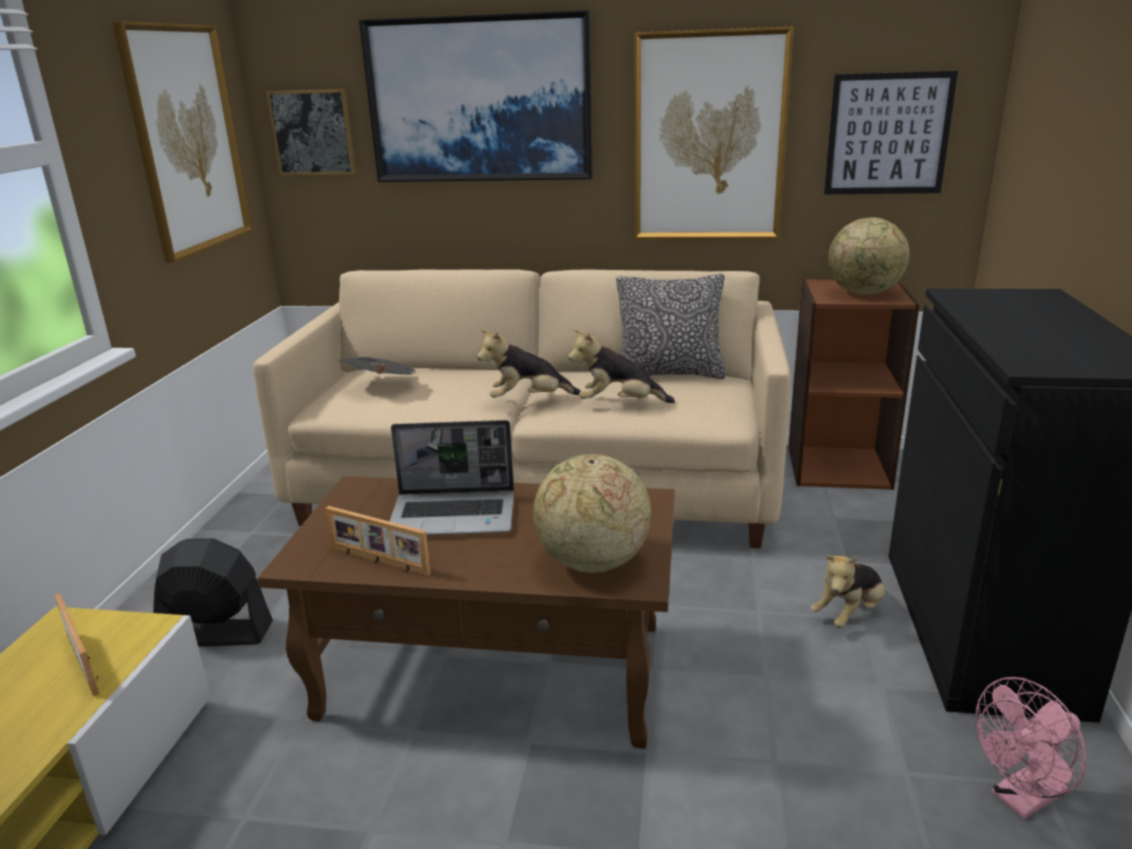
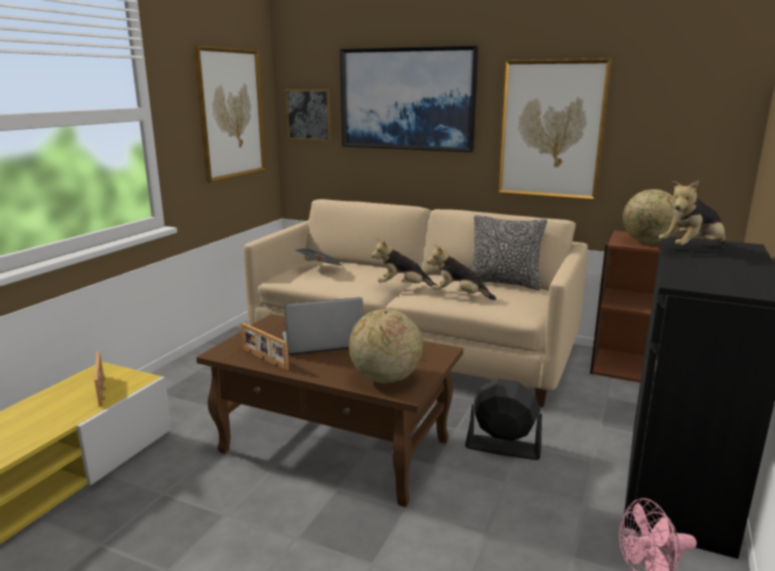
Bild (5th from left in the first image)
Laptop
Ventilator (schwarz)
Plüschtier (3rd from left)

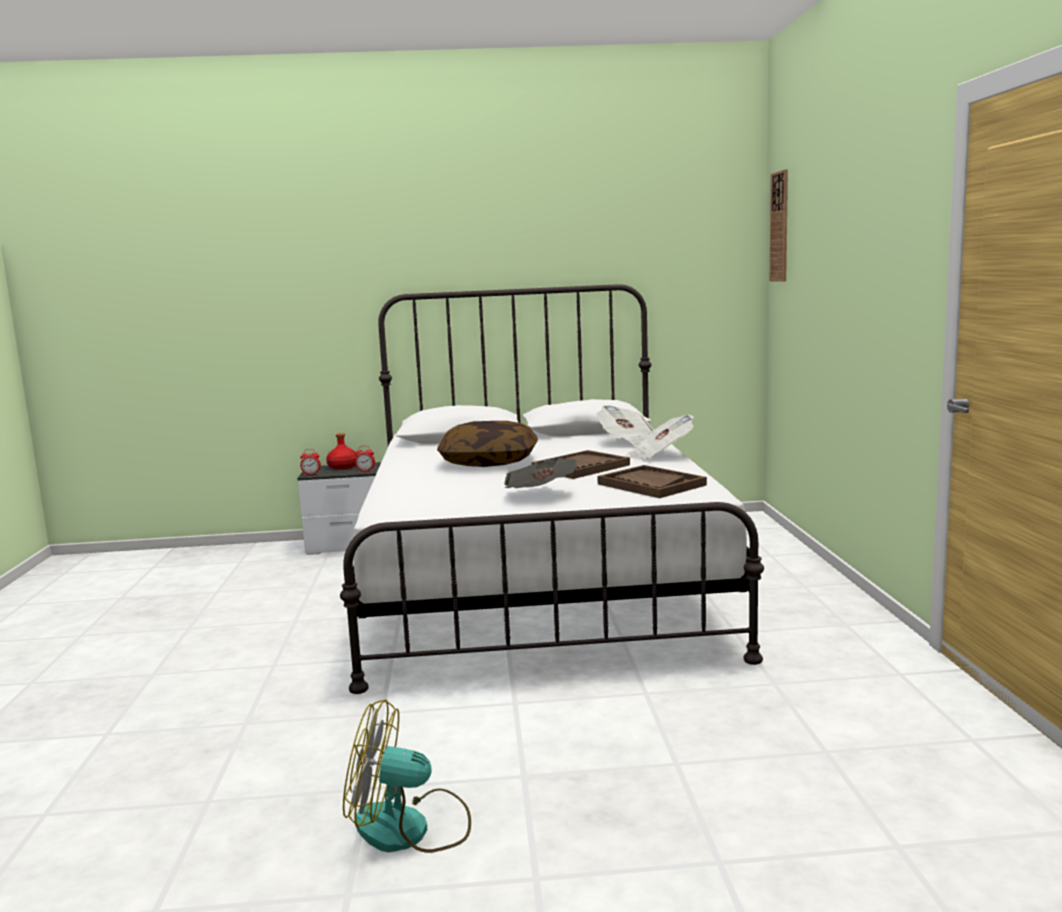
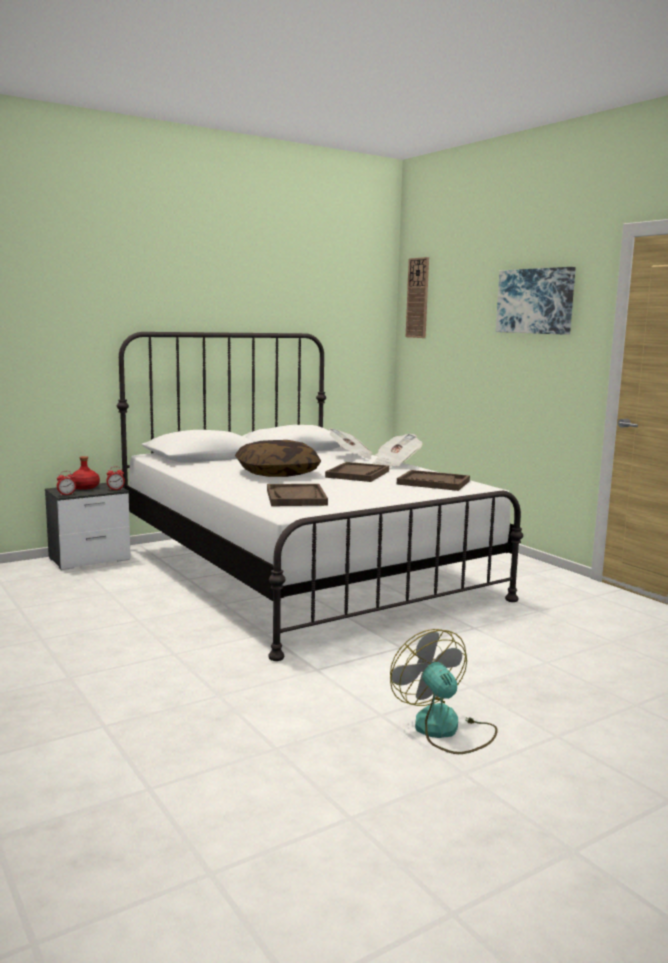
Zeitung (1st from left in the first image)
Ventilator
Bild
Tablett (braun) (1st from left)

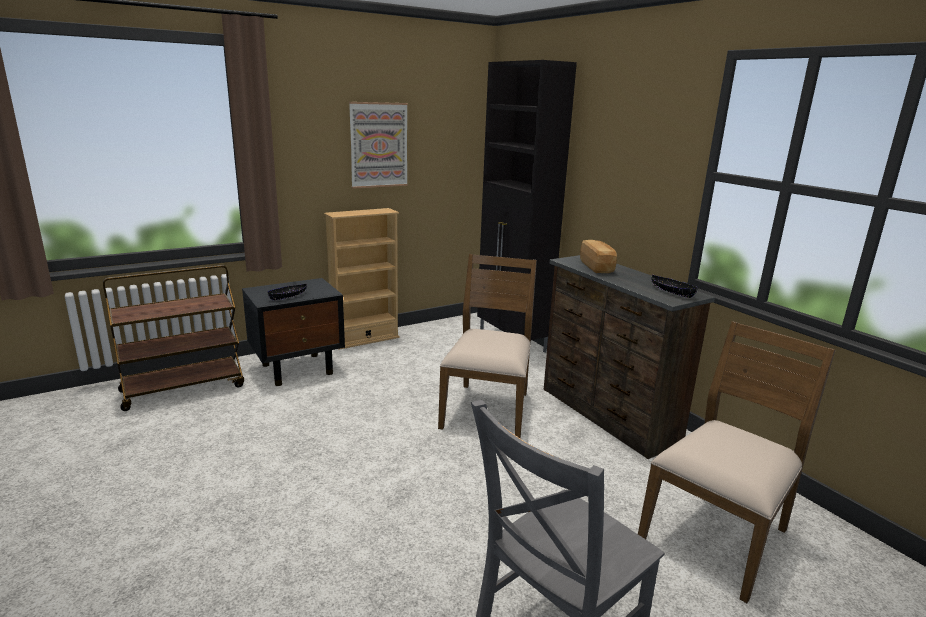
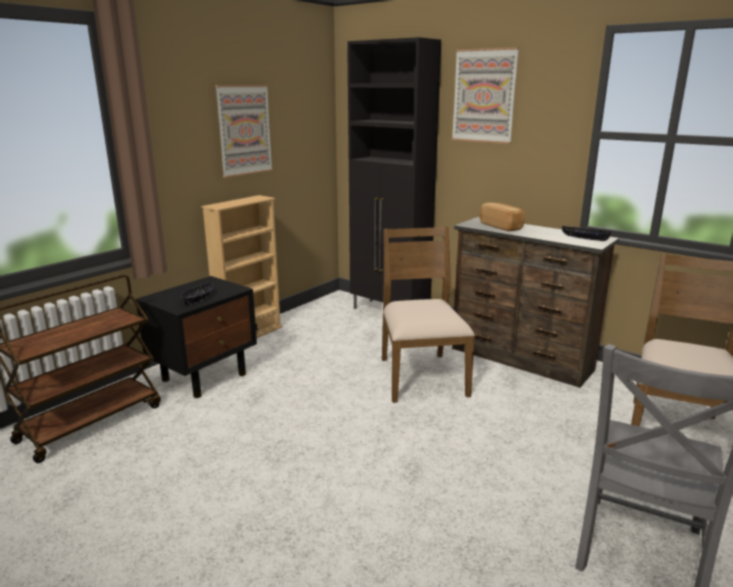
Bild (2nd from left)

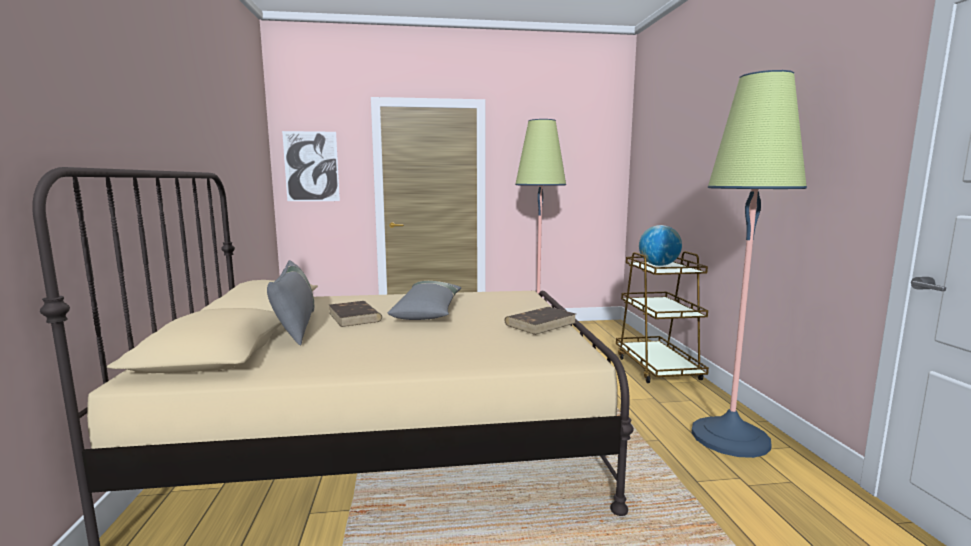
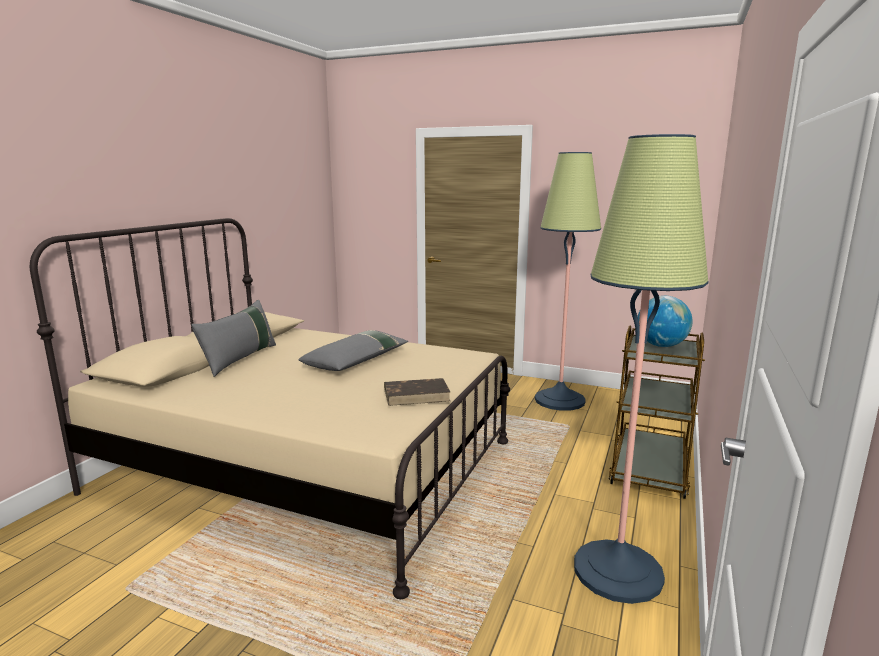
Bild
Buch (braun) (1st from left in the first image)

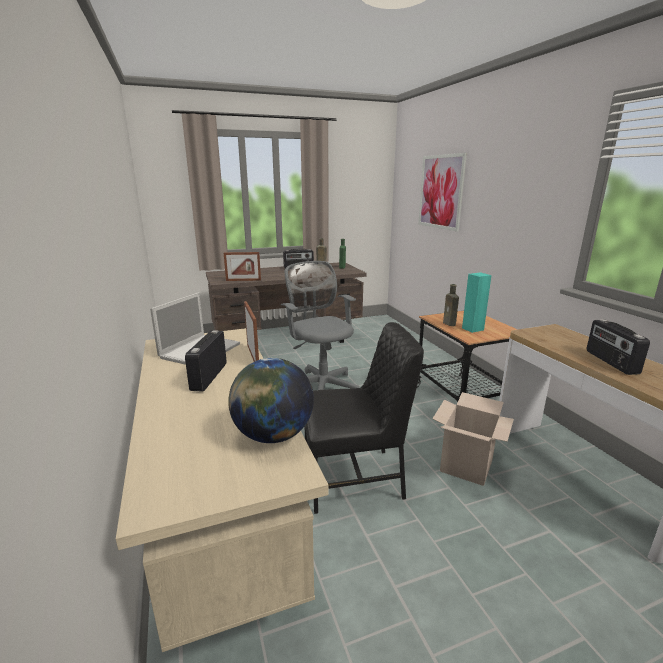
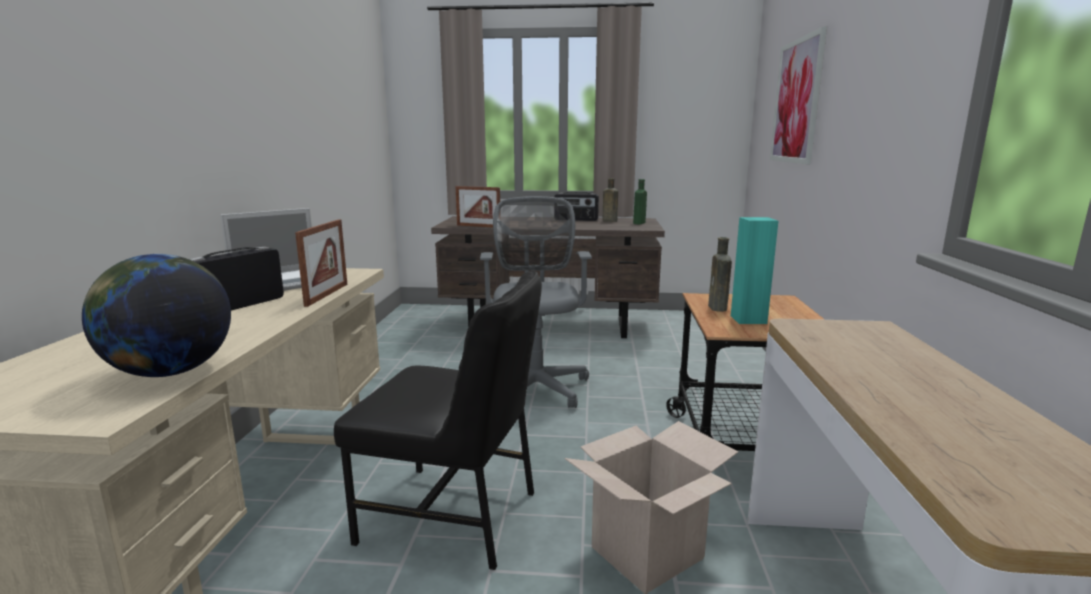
Radio (3rd from left in the first image)

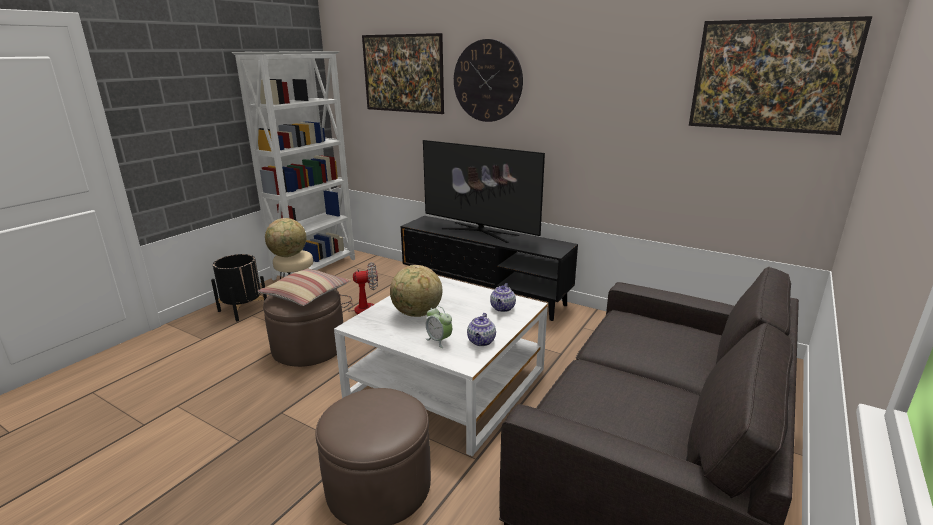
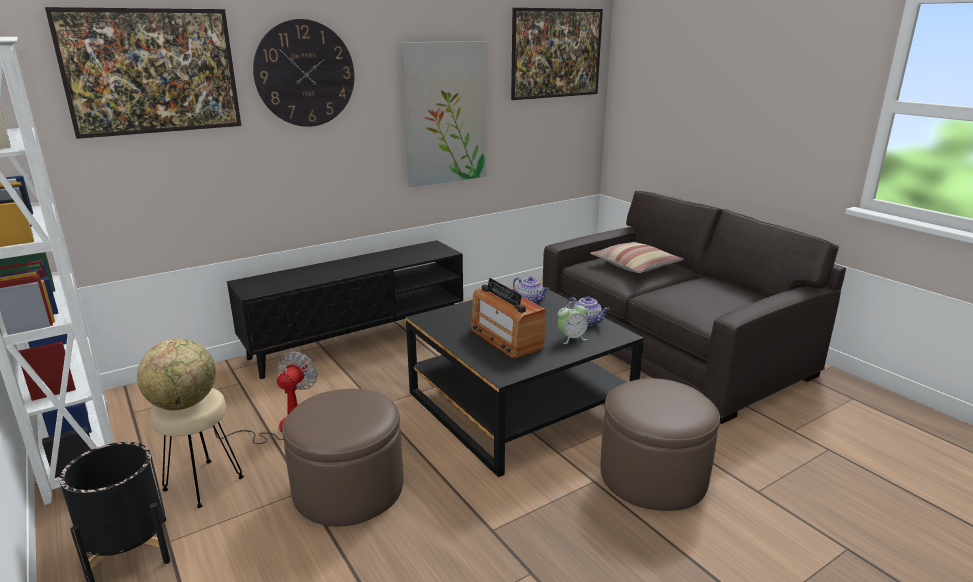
Fernseher
Radio
Kissen
Couchtisch (schwarz)
Bild (2nd from left)

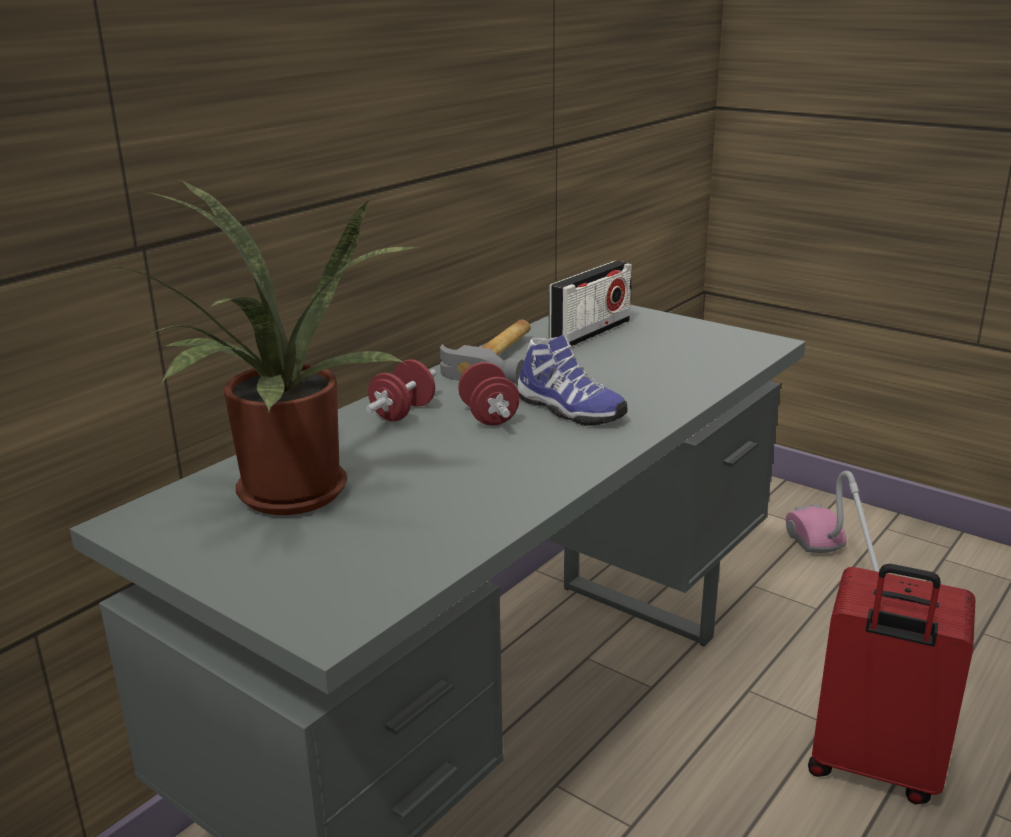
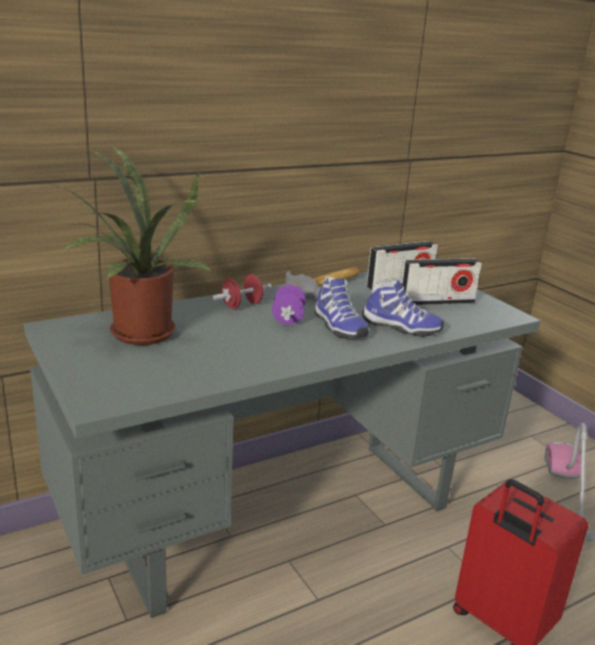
Hantel (lila)
Radio (2nd from left)
Schuh (2nd from left)

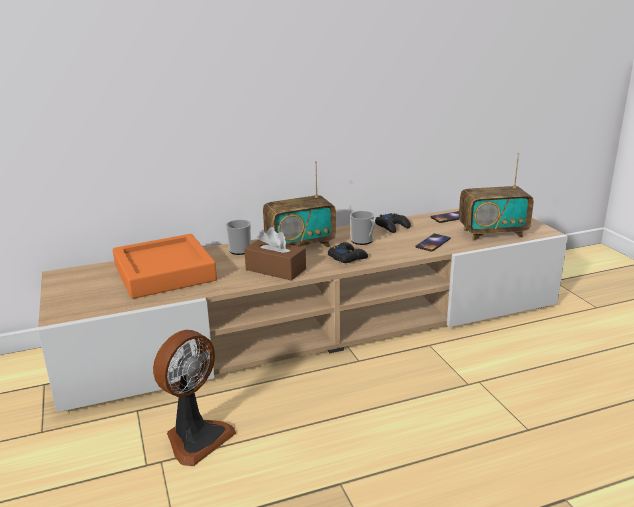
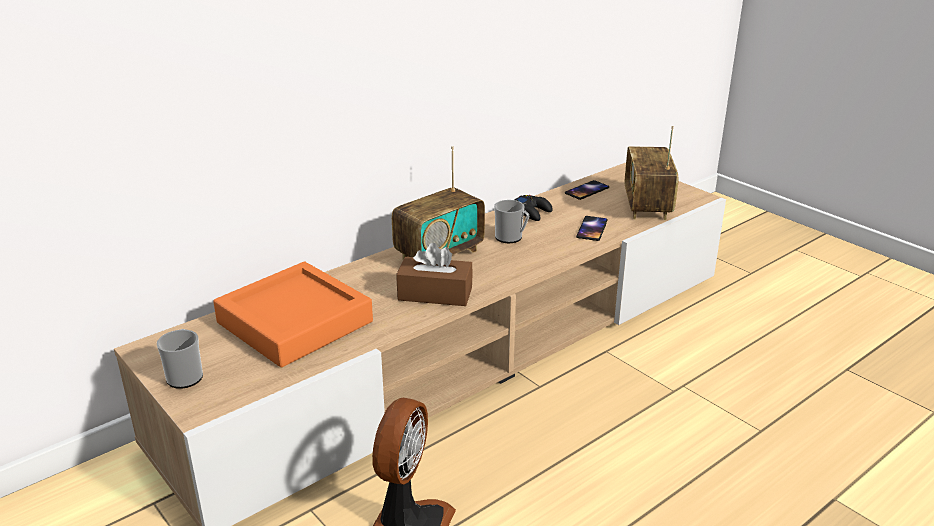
Radio (2nd from left)
Henkelbecher (1st from left)
Gamepad (schwarz) (1st from left in the first image)

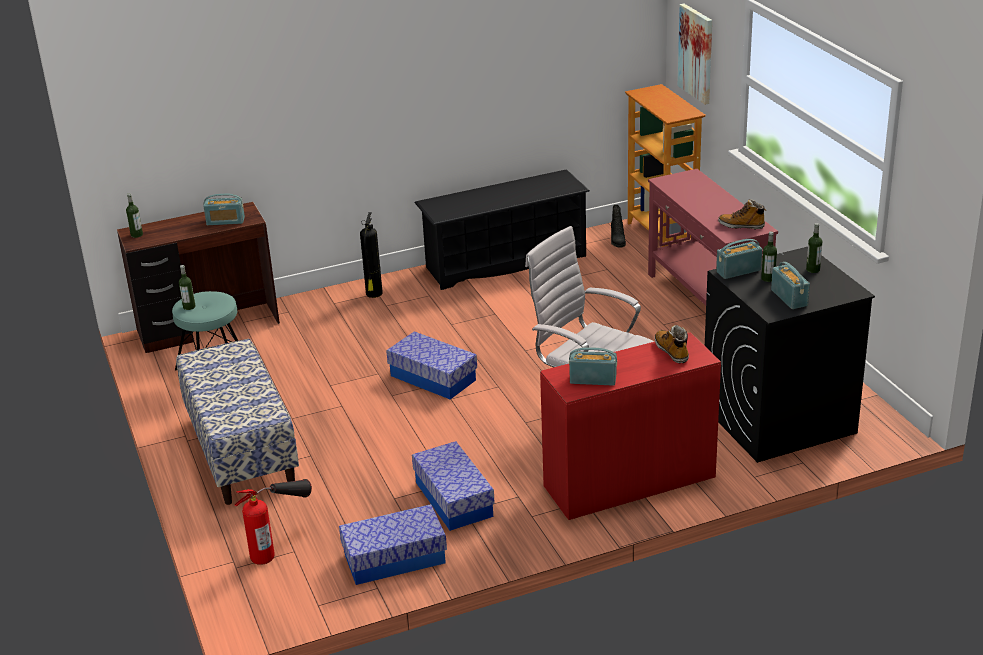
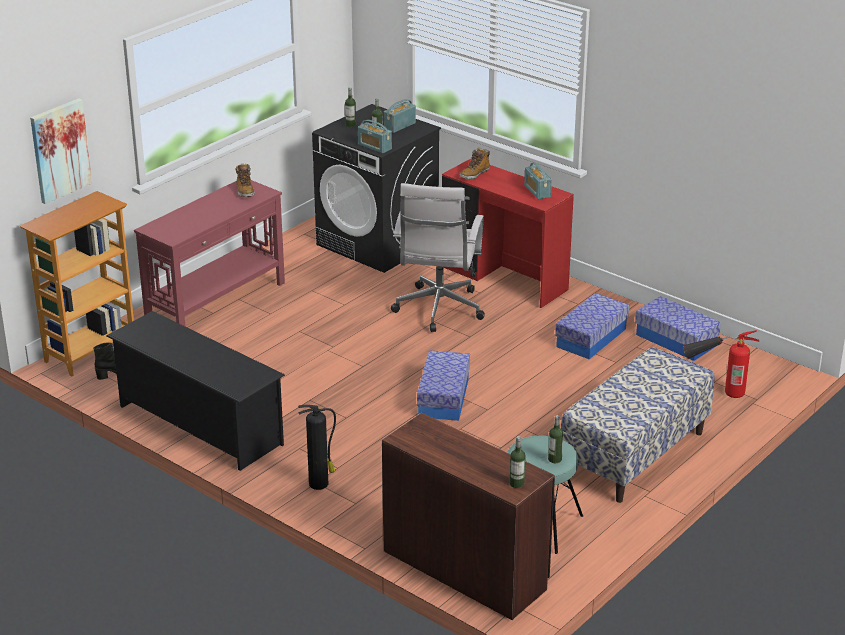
Radio (1st from left in the first image)

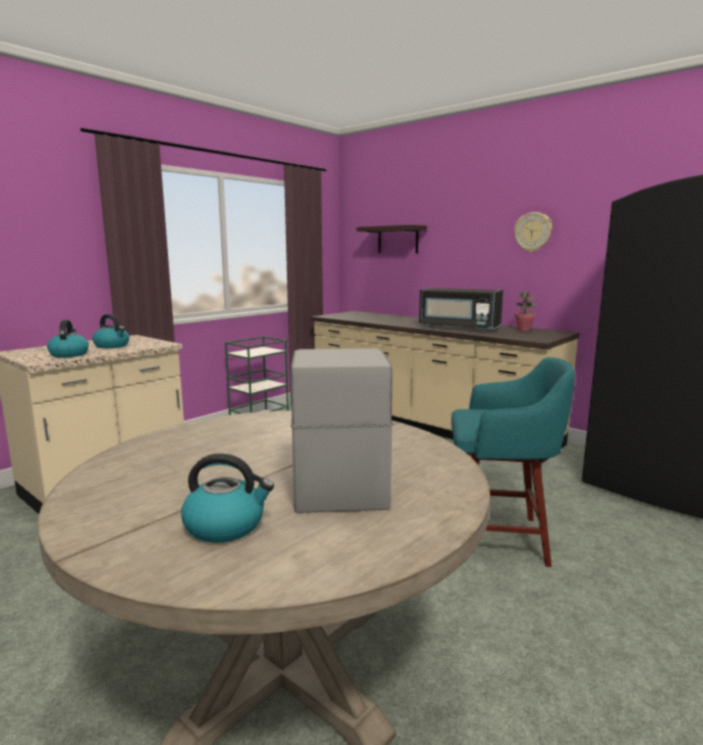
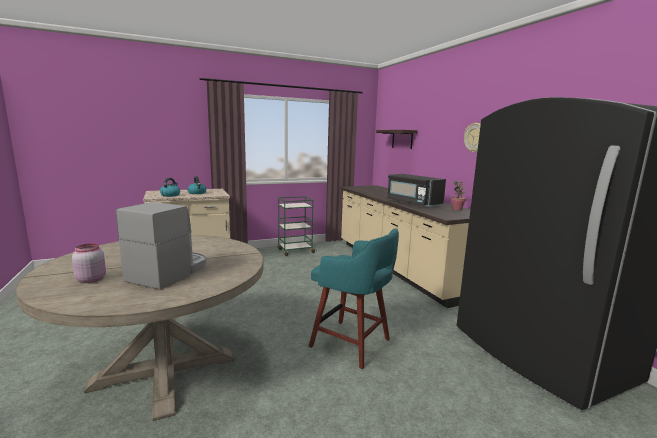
Vorratsglas (rosa)

